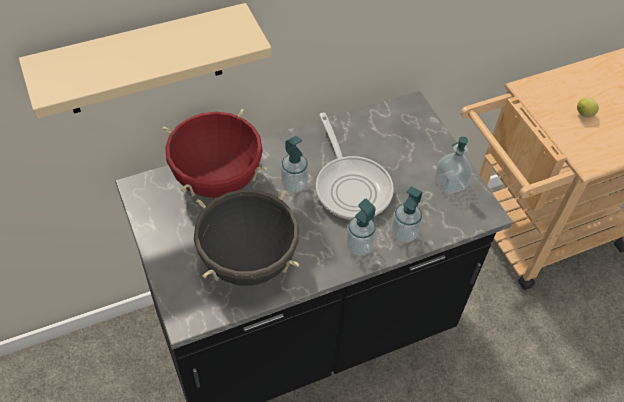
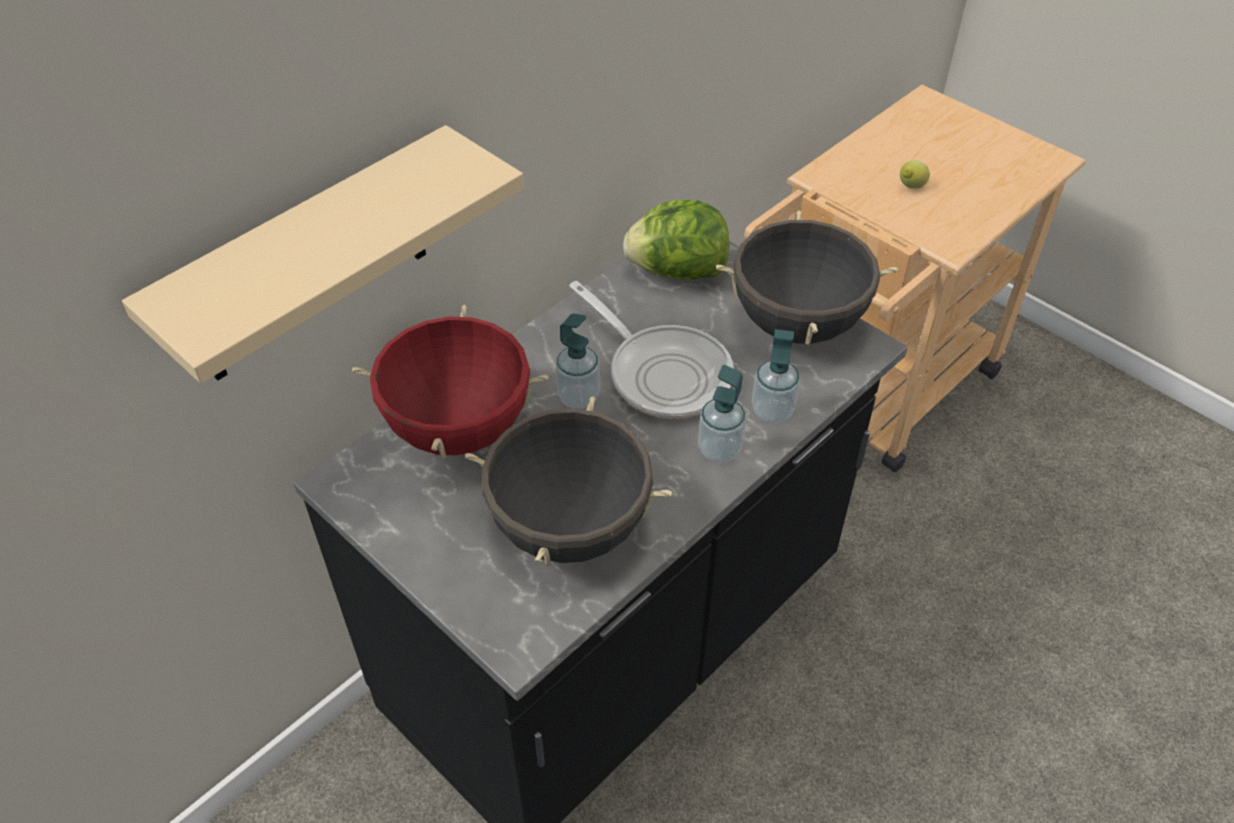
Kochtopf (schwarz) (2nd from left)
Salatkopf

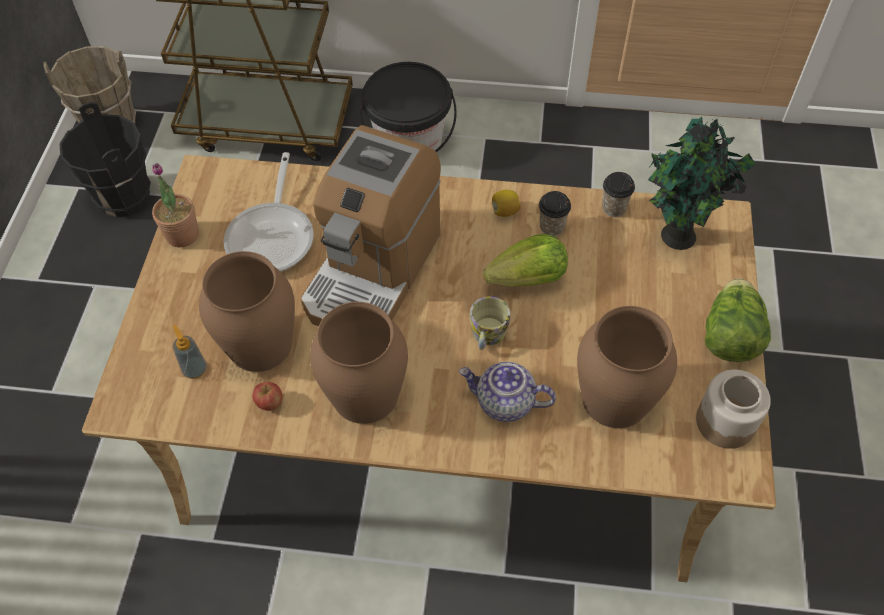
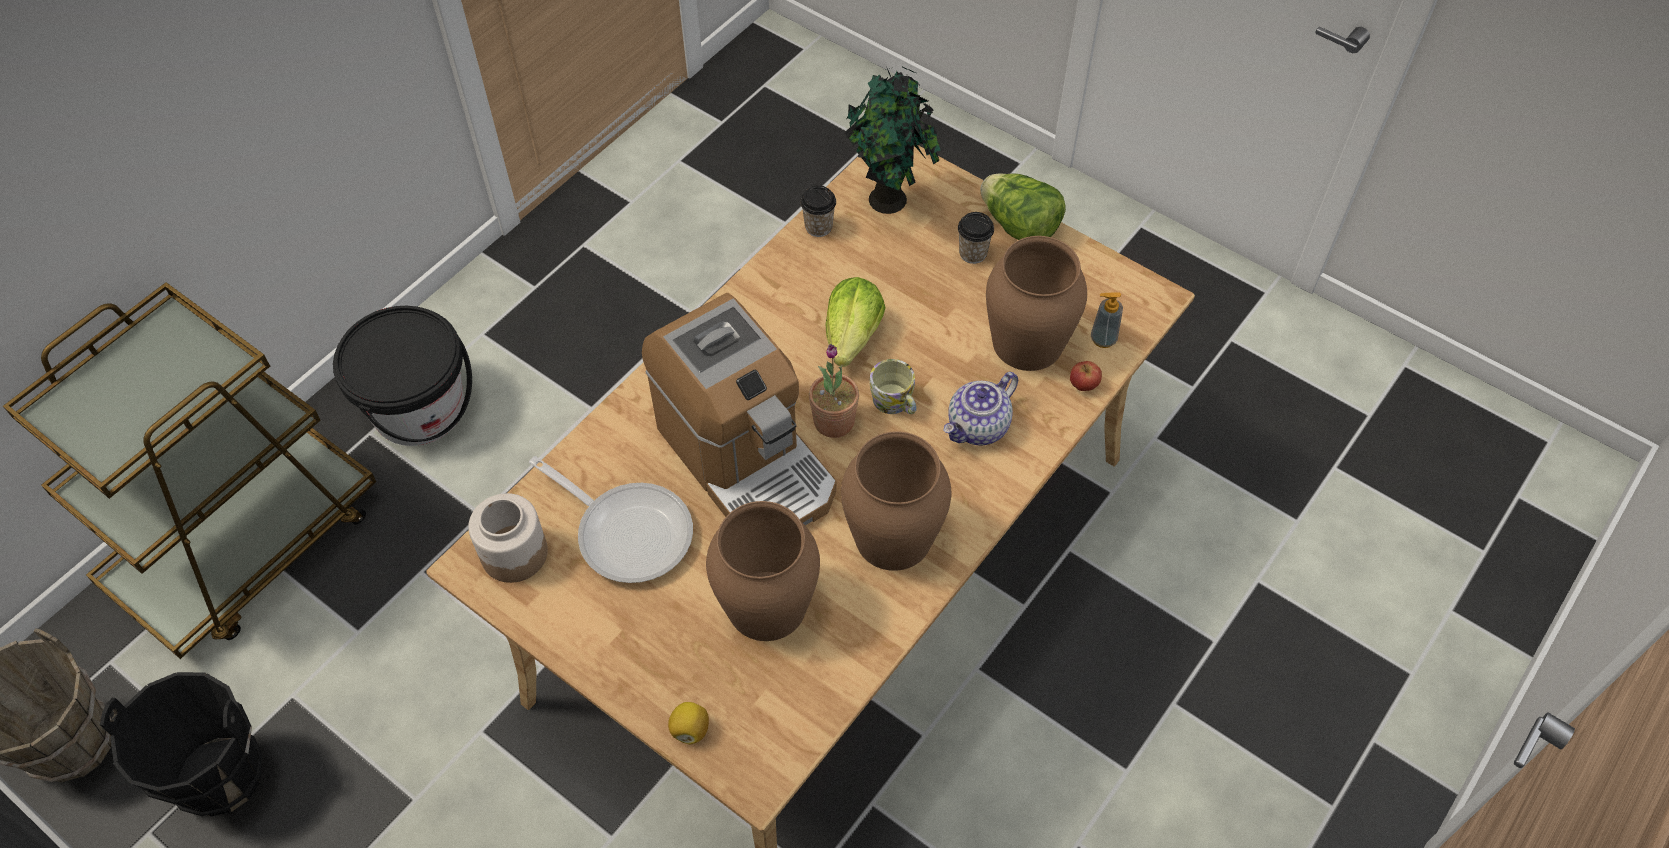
Topfpflanze (1st from left)
Zitrone
Tasse (2nd from left)
Seifenspender
Vorratsglas
Apfel

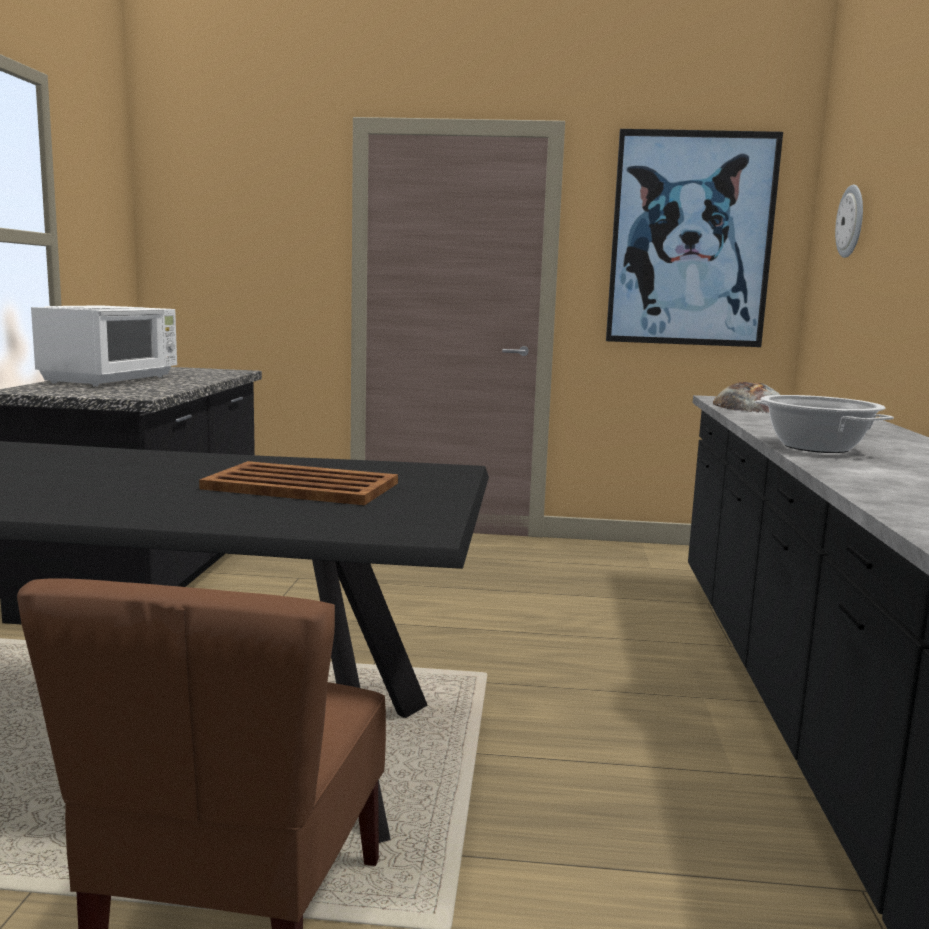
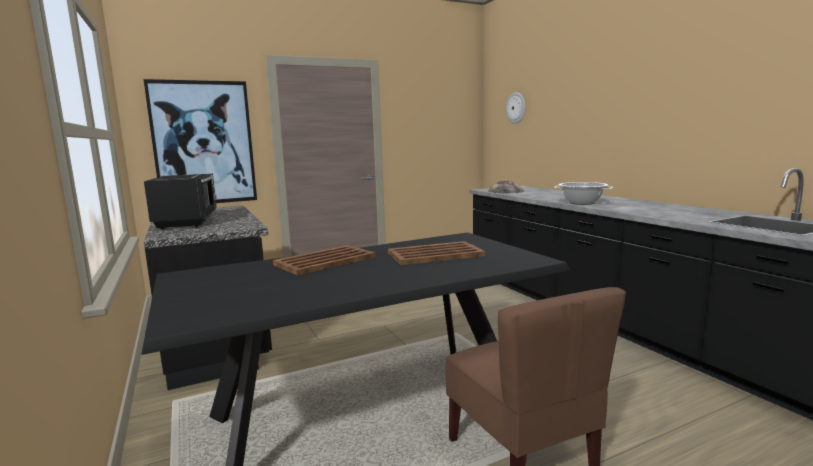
Bild
Mikrowelle (schwarz)
Tablett (braun) (1st from left)

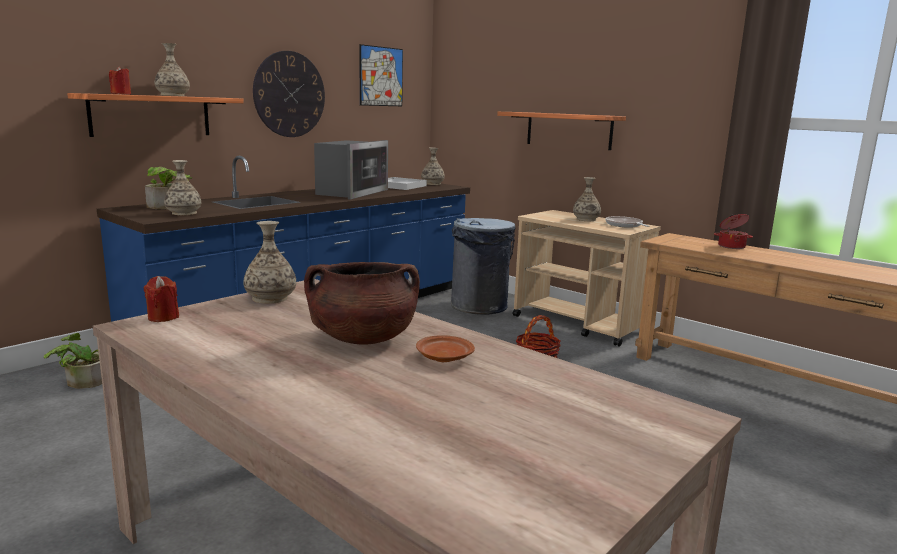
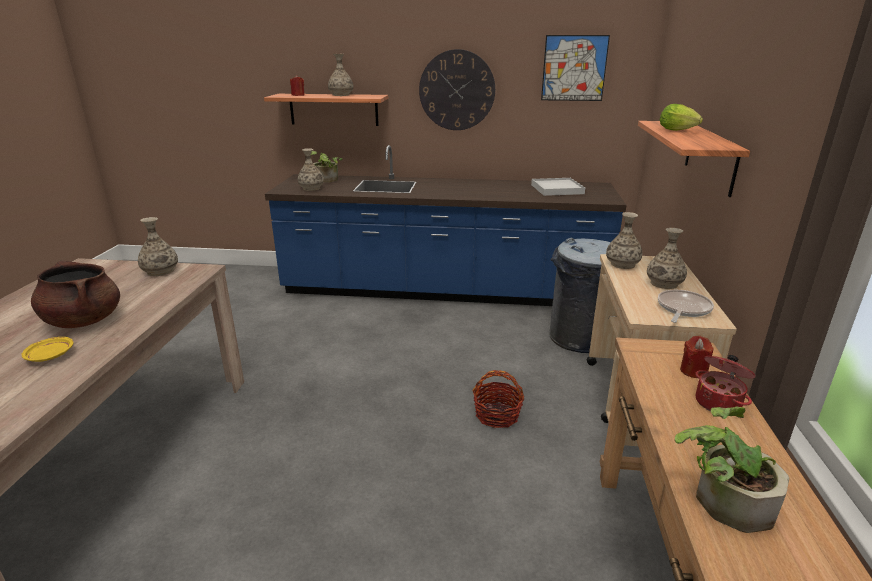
Mikrowelle
Vase (4th from left)
Kerze (rot) (2nd from left)
Topfpflanze (2nd from left)
Teller (gelb)
Salatkopf

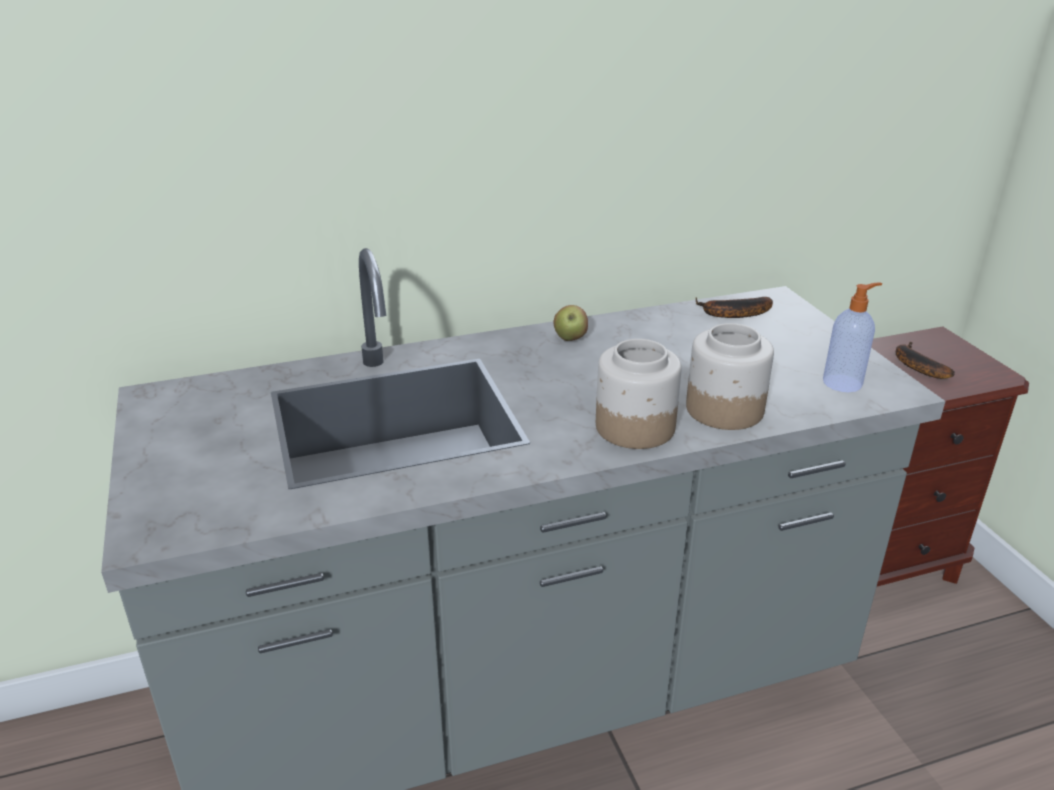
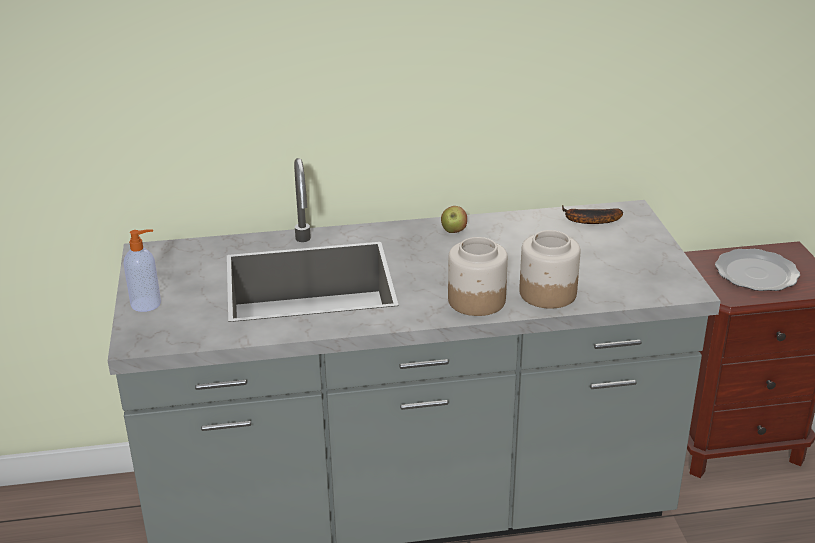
Seifenspender
Teller

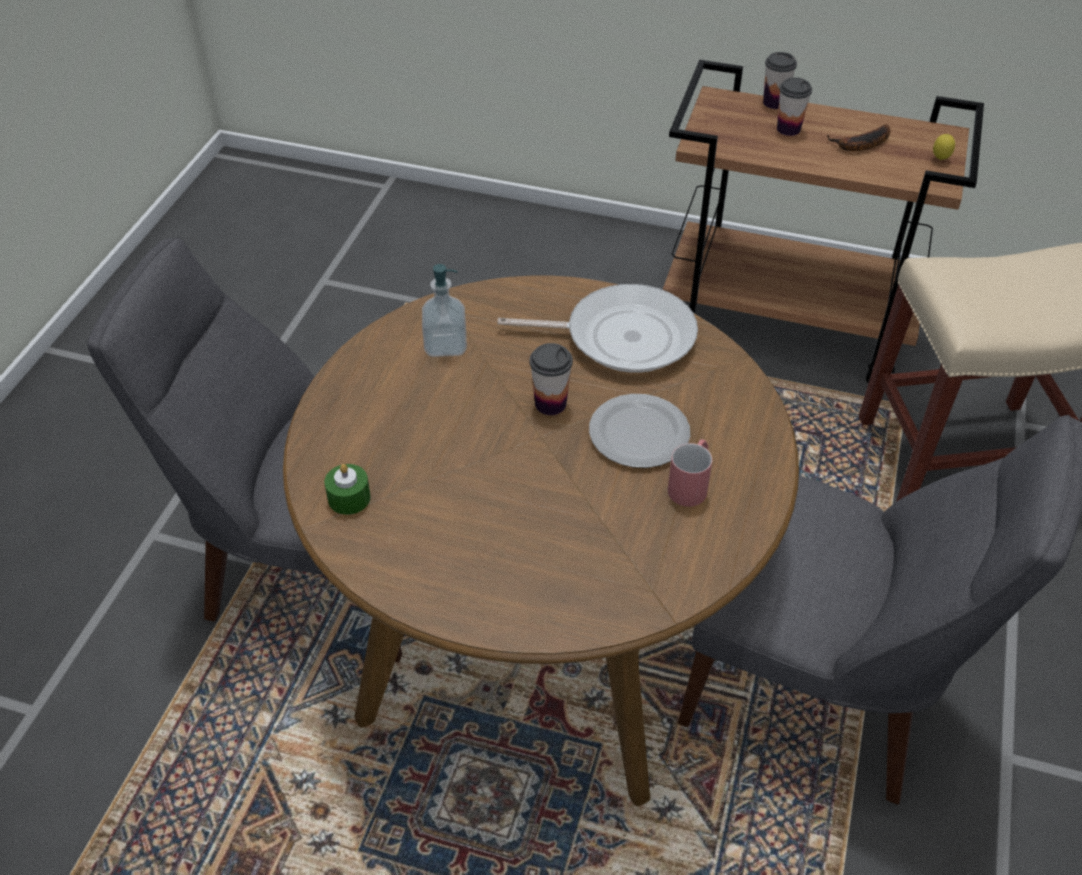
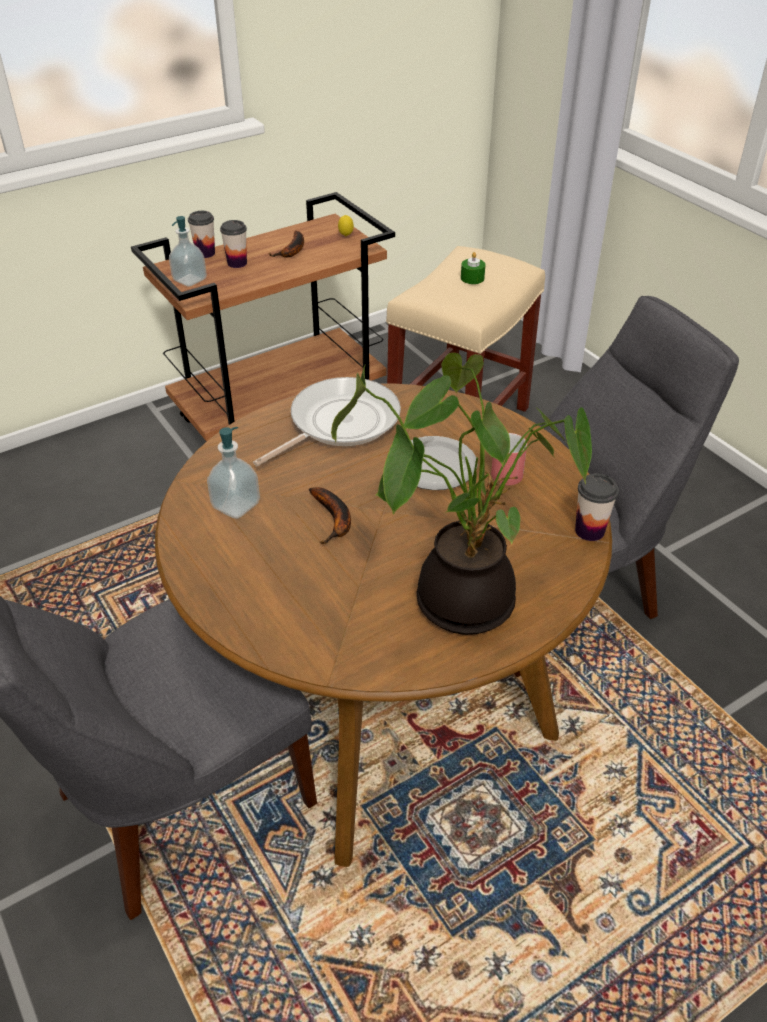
Tasse (3rd from left)
Kerze (grün)
Seifenspender (1st from left)
Topfpflanze
Banane (2nd from left)

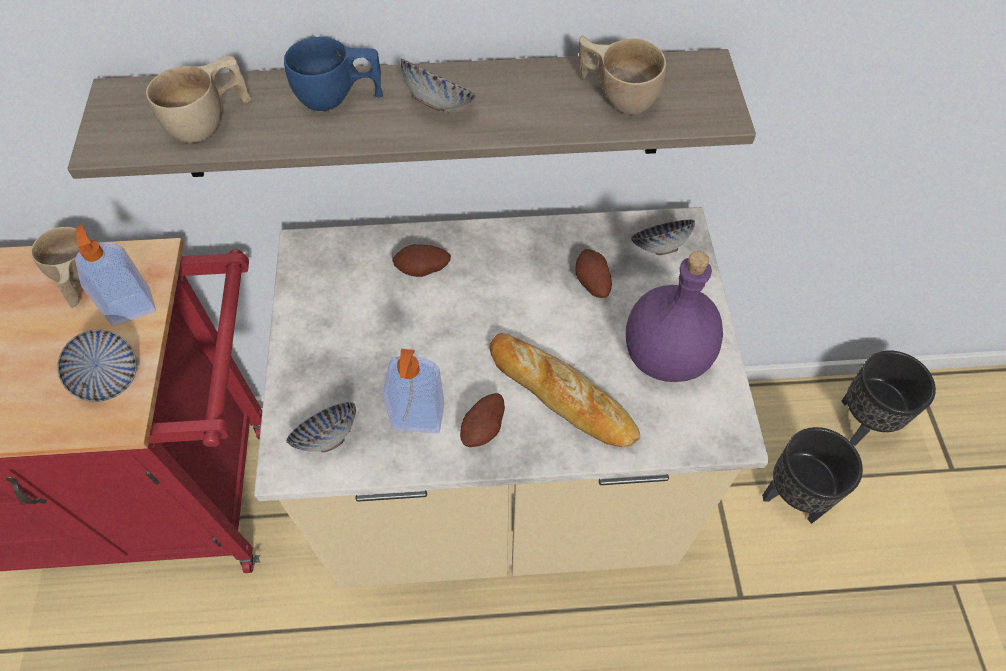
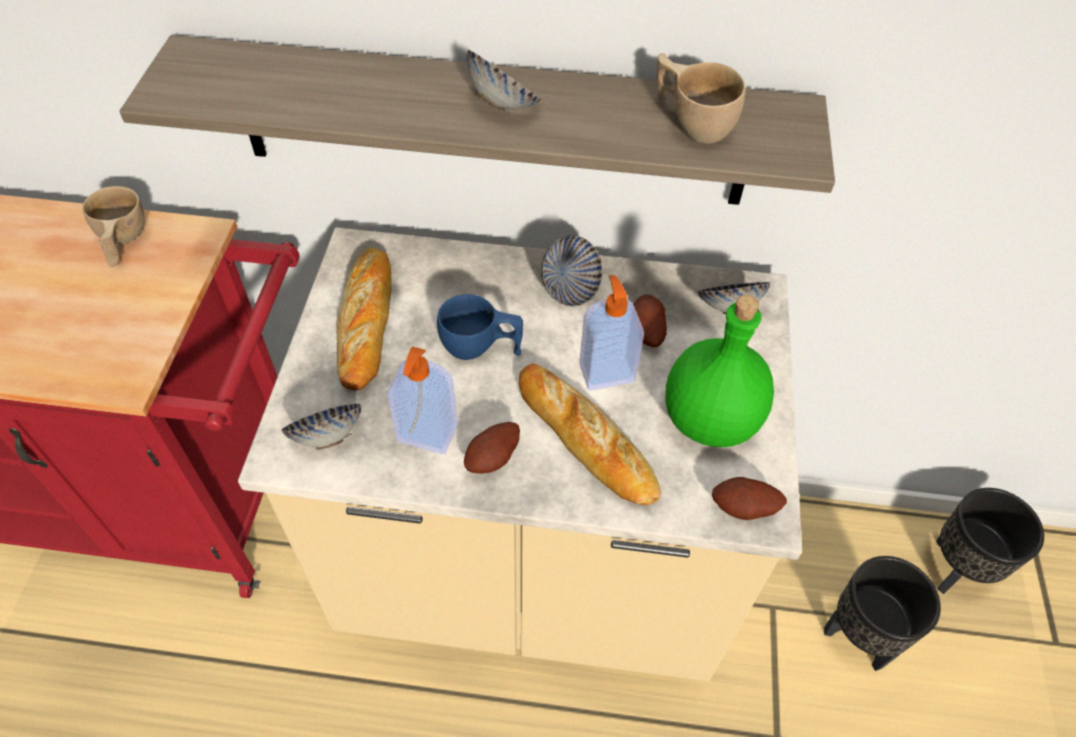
Tasse (blau)
Tasse (beige) (2nd from left in the first image)
Seifenspender (2nd from left)
Kartoffel (3rd from left)
Flasche (grün)
Schüssel (3rd from left)
Brot (1st from left)

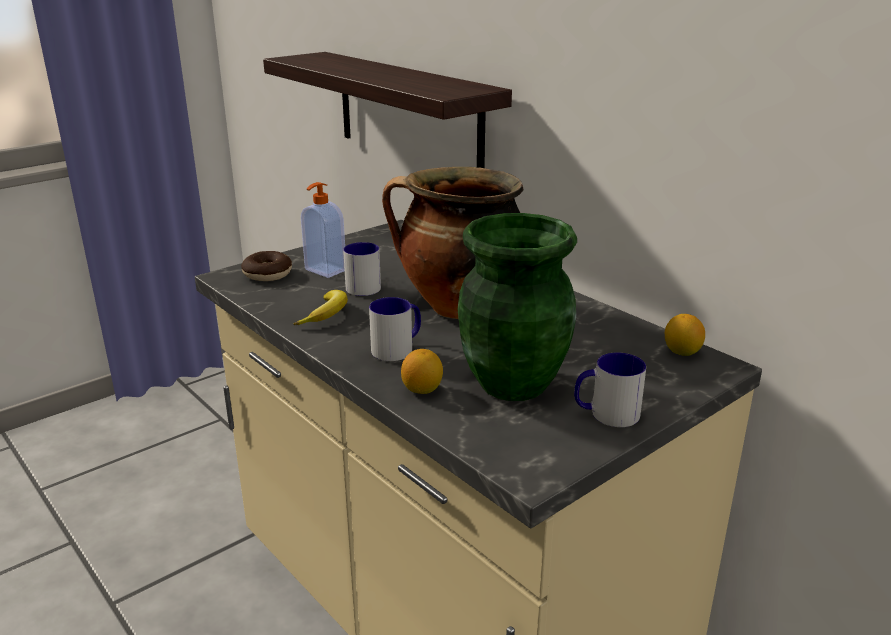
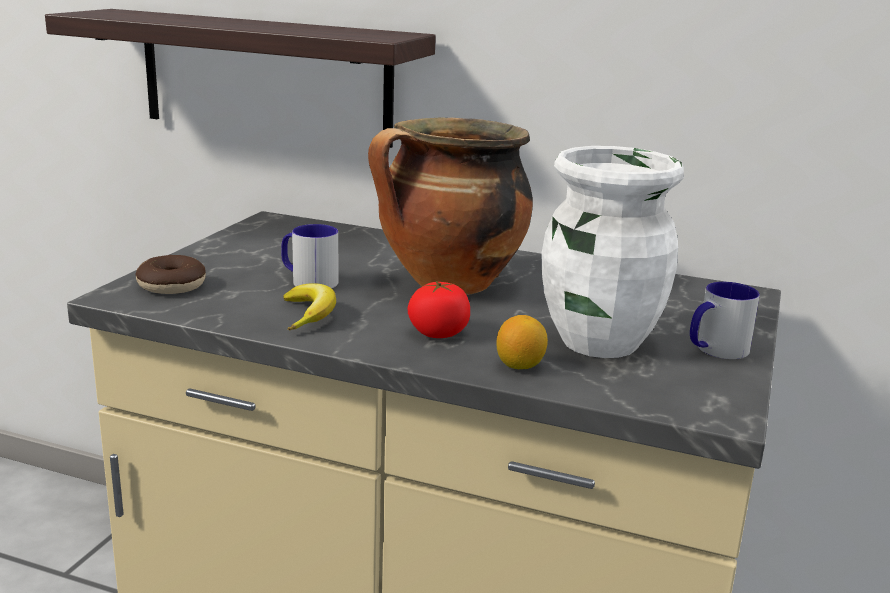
Seifenspender
Vase (weiß)
Tomate
Zitrone (2nd from left in the first image)

